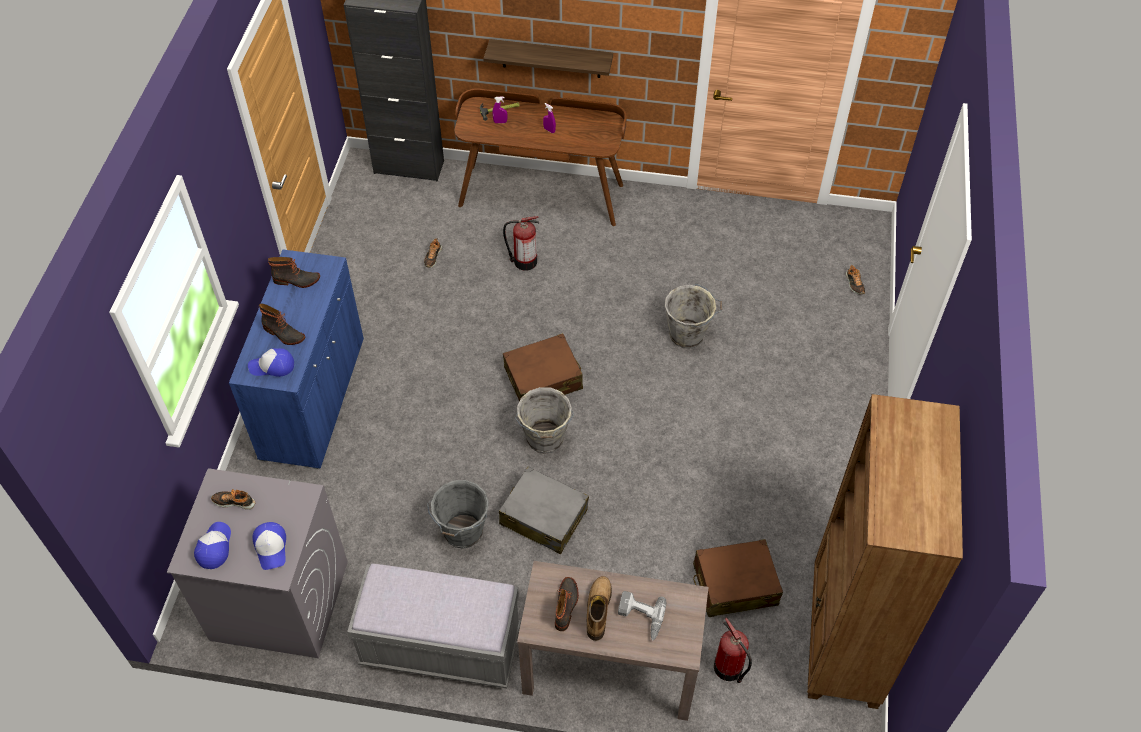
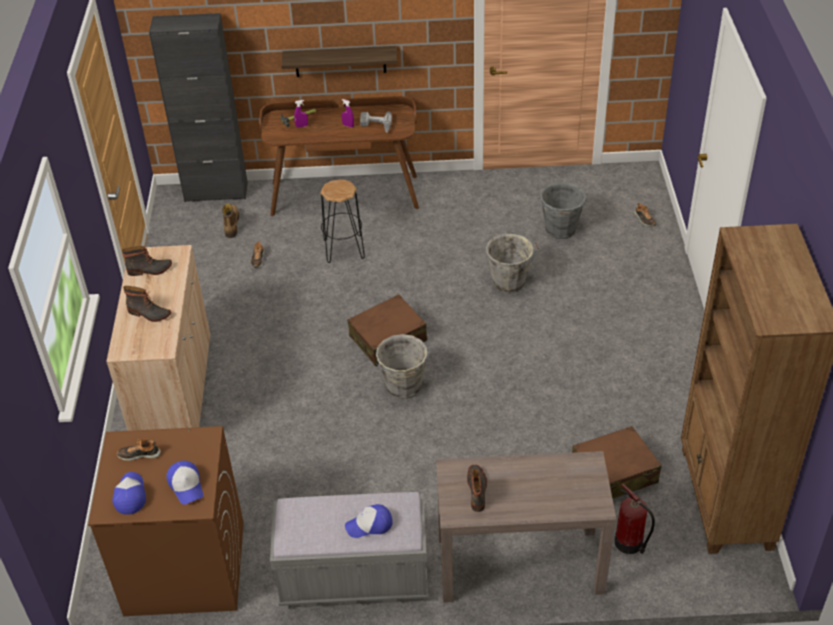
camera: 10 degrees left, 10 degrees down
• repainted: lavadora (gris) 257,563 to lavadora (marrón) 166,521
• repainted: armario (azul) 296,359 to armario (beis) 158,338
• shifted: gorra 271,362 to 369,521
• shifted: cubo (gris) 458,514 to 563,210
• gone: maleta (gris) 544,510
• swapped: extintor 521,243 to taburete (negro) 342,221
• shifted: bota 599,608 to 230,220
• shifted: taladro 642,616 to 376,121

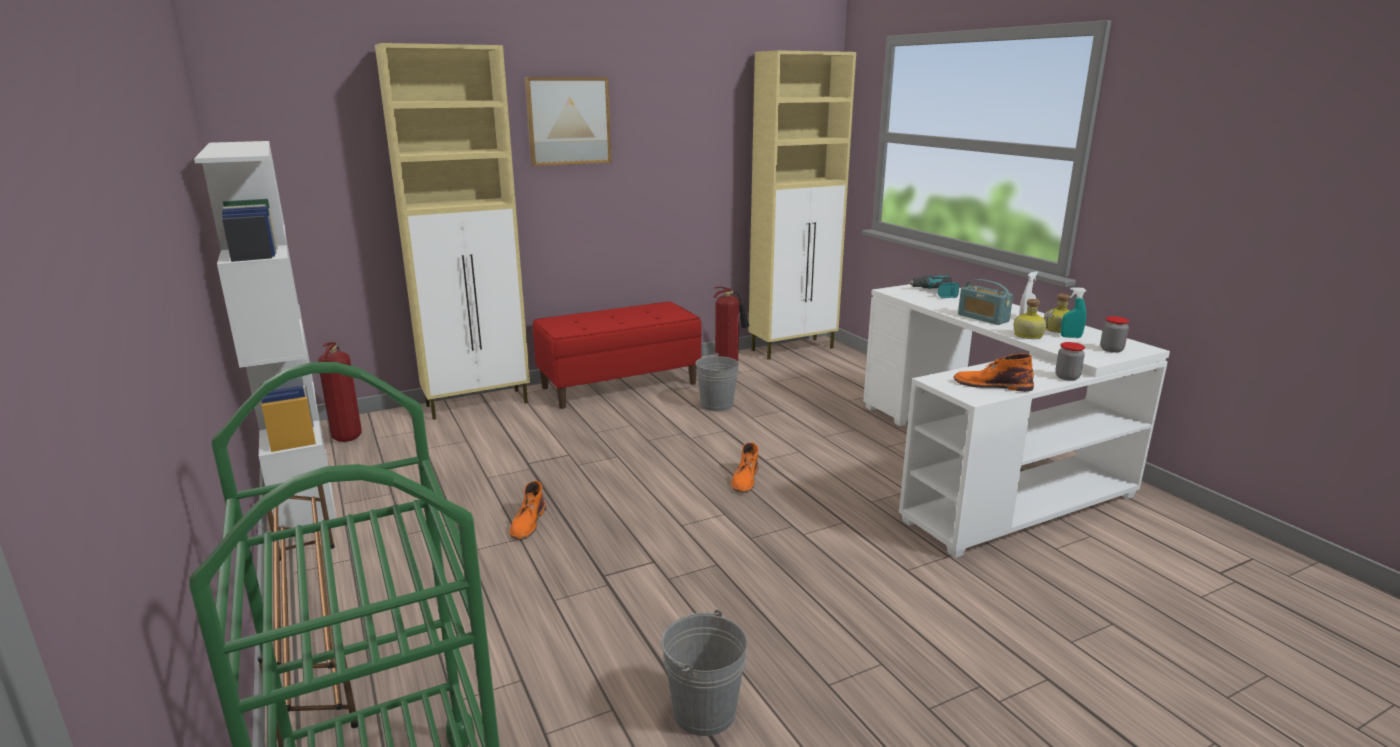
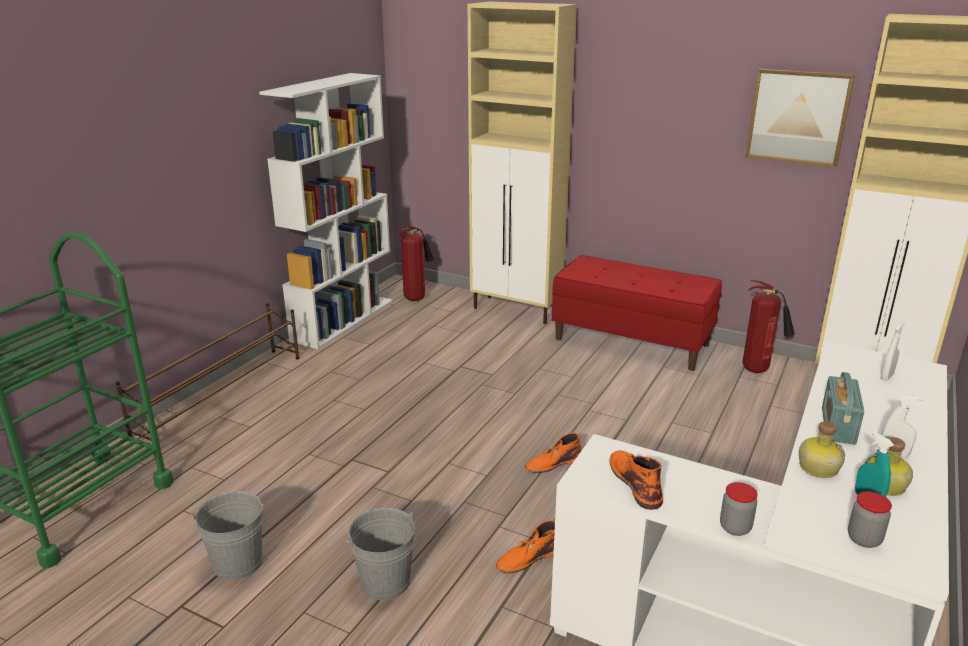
camera: 55 degrees right, 5 degrees up
• shifted: bota (naranja) 528,510 to 525,546
• shifted: cuadro 568,121 to 800,118
• shifted: cubo (gris) 717,382 to 380,554
• swapped: taladro 933,286 to pulverizador (blanco) 892,351

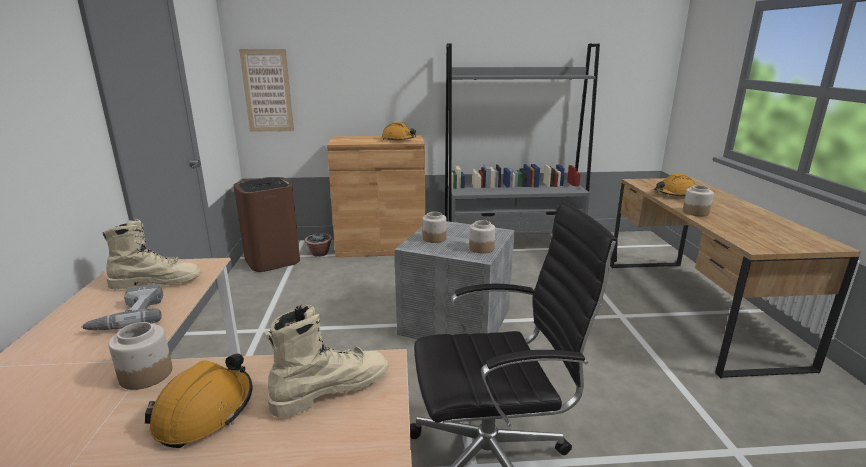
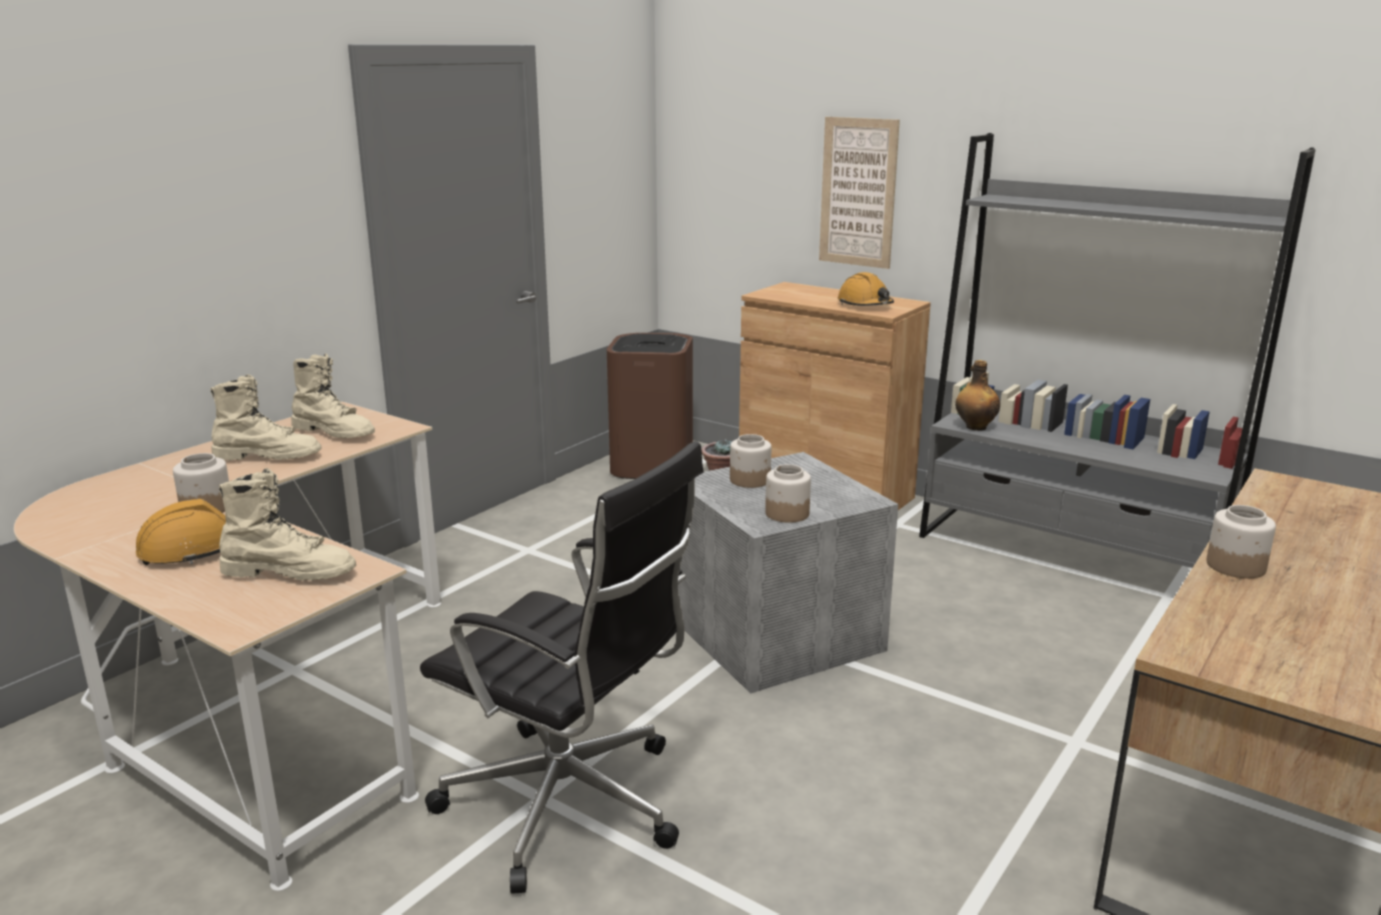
camera: 40 degrees right, 0 degrees up
• swapped: taladro 122,307 to bota (beis) 266,417
• shifted: cuadro 266,90 to 859,193
• gone: casco (naranja) 674,185
• new: botella 977,395

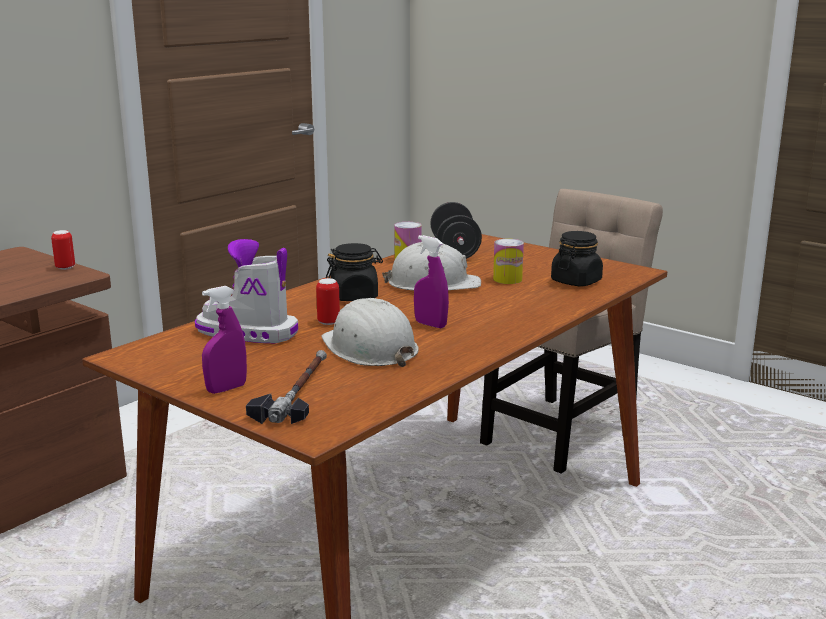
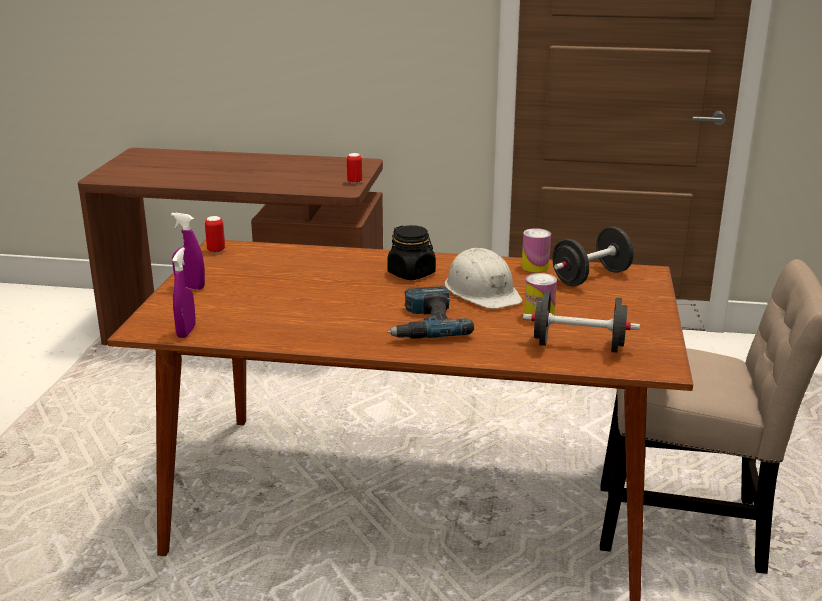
camera: 60 degrees right, 5 degrees up
• gone: bota 246,291
• gone: martillo 286,387
• shifted: lata 328,301 to 215,234
• gone: casco (blanco) 370,332
• shifted: pulverizador (morado) 431,281 to 184,292
• swapped: tarro (negro) 577,258 to mancuerna (negro) 581,322
• new: taladro 430,312

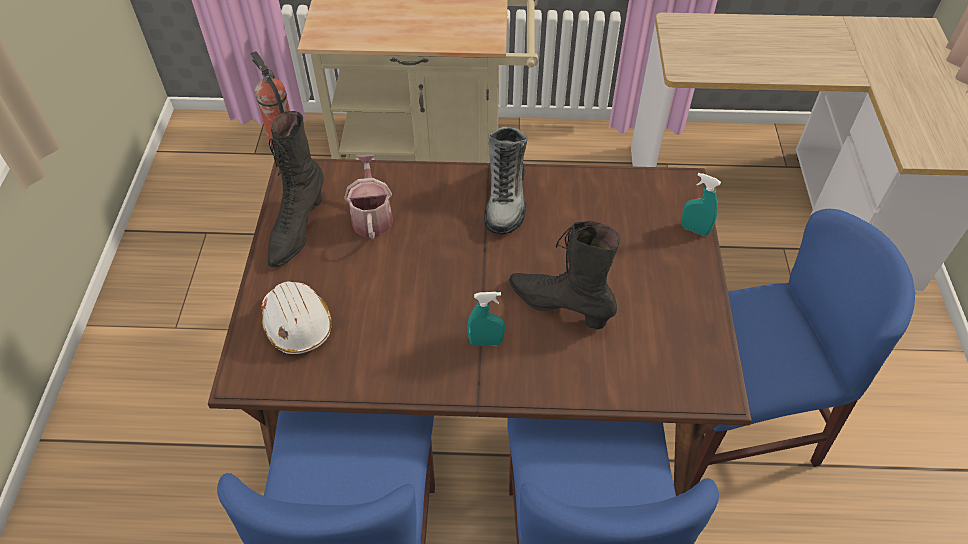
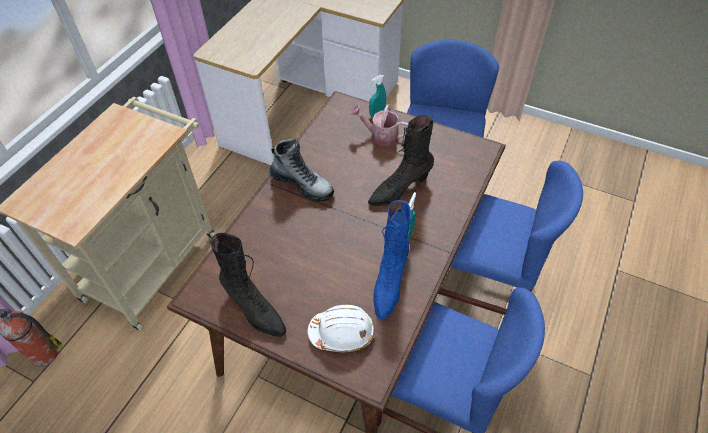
camera: 65 degrees left, 0 degrees up
• shifted: regadera 368,197 to 379,125
• new: bota (azul) 392,259

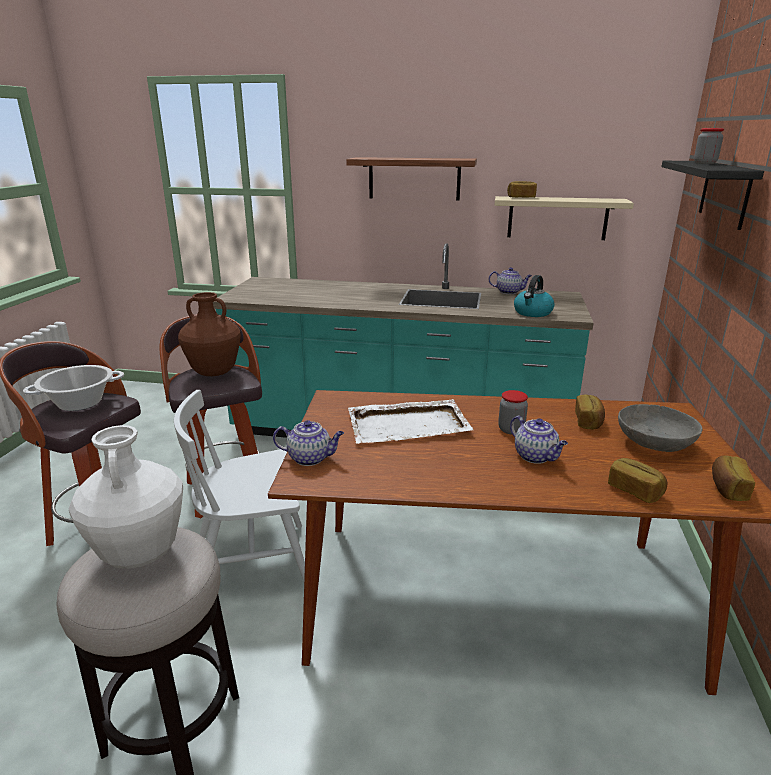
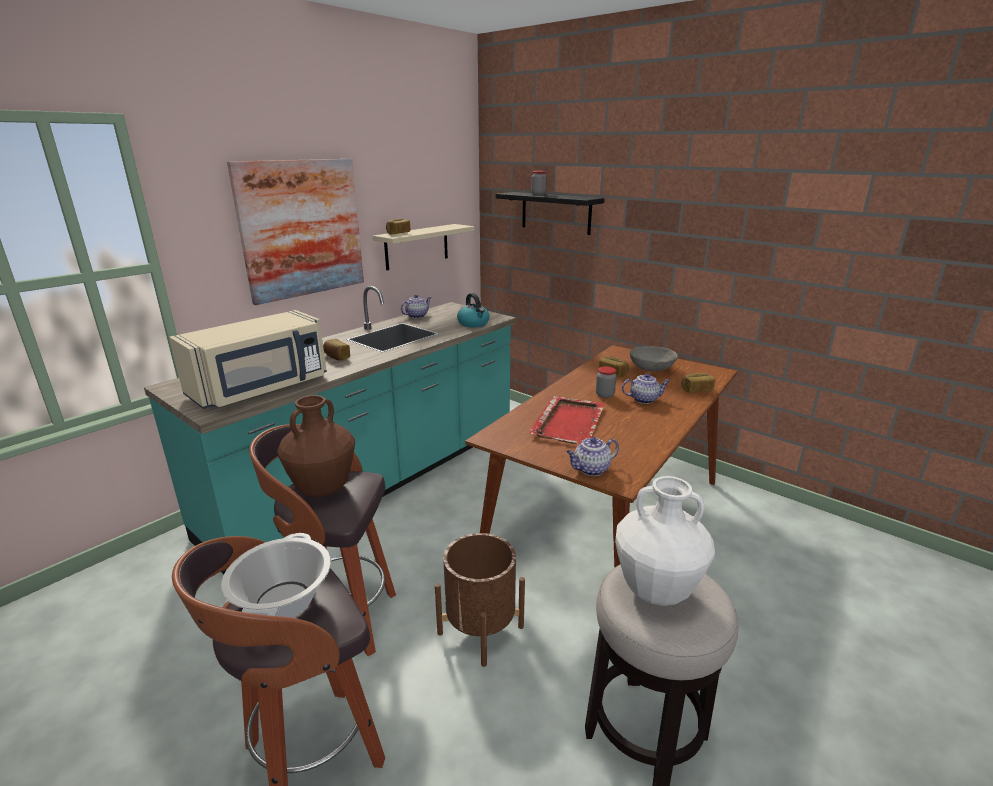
camera: 60 degrees left, 0 degrees up
• swapped: silla (blanco) 239,486 to maceta (marrón) 480,600
• rotated: tetera 308,443 = 592,456 150 degrees counterclockwise
• swapped: estante 411,178 to cuadro 295,232
• repainted: bandeja (blanco) 410,421 to bandeja (rojo) 567,419
• shifted: pan 733,478 to 336,350
• new: microondas (beis) 248,359

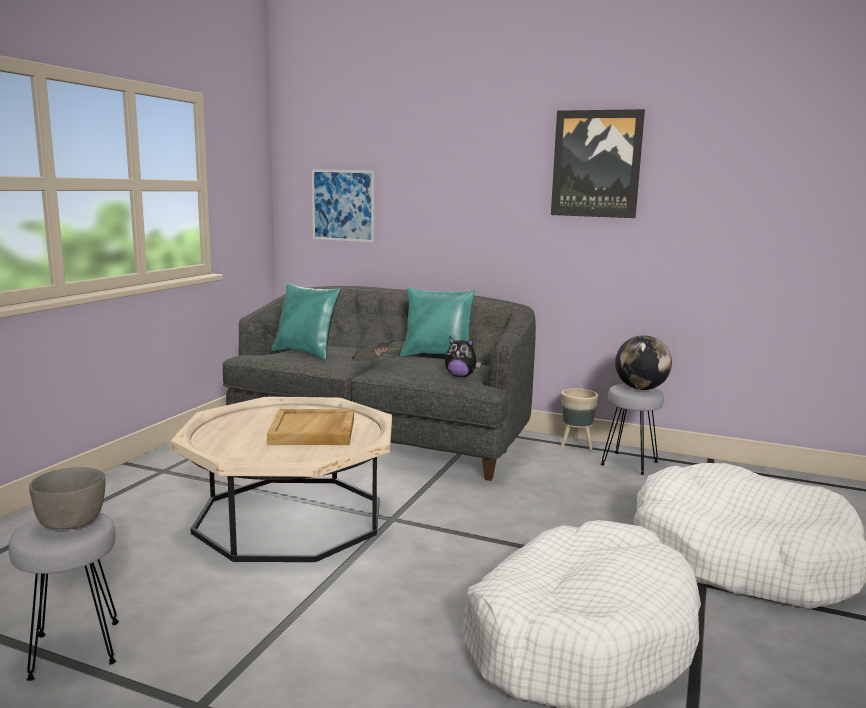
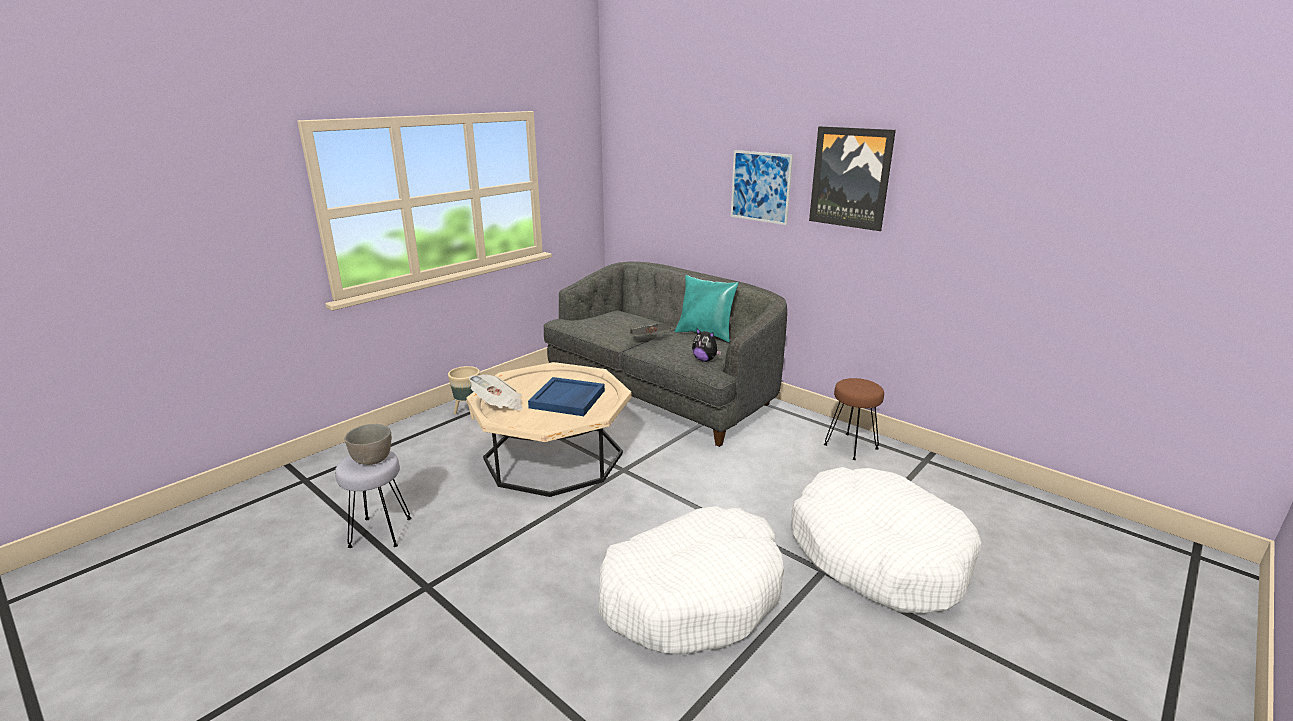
camera: 20 degrees right, 10 degrees up
• repainted: bandeja (beis) 310,427 to bandeja (azul) 566,396
• gone: cojín (turquesa) 305,321
• shifted: cuadro 343,205 to 762,187
• shifted: maceta (beis) 579,419 to 464,393
• repainted: taburete (gris) 632,429 to taburete (marrón) 854,419
• gone: globo terráqueo 643,362
• new: periódico 495,392

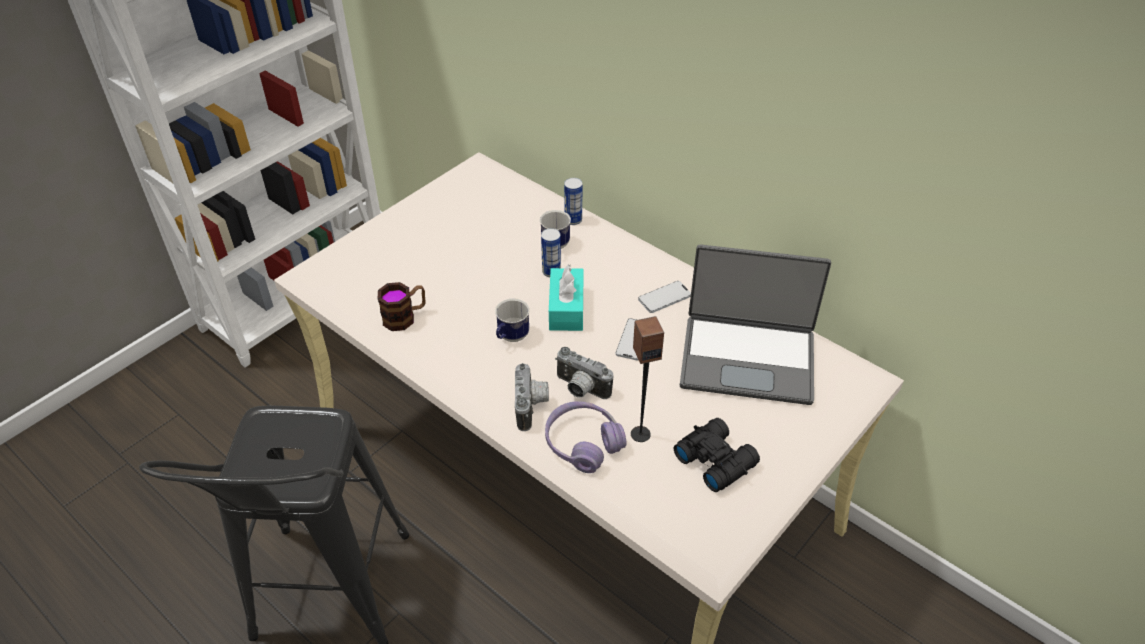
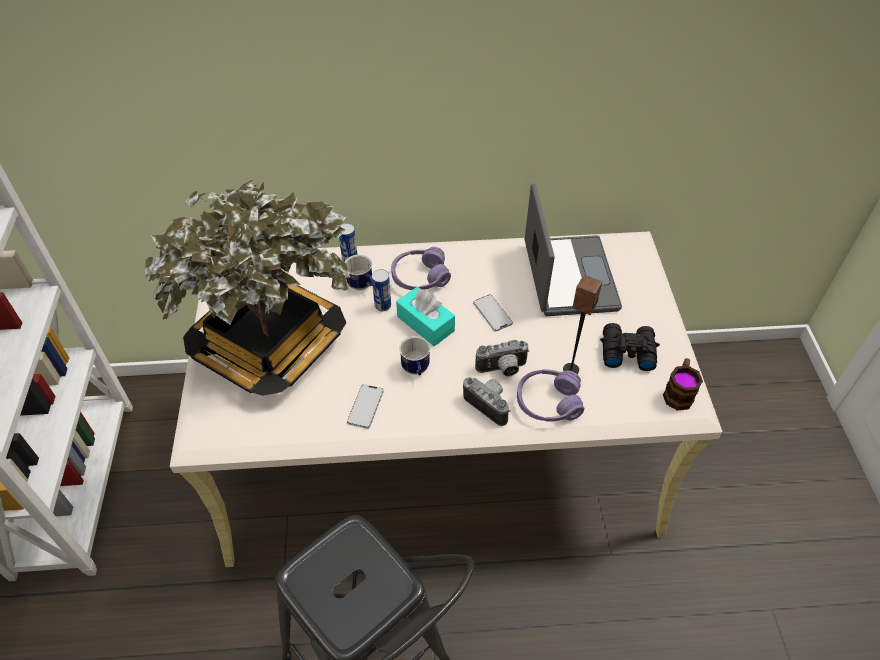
camera: 45 degrees left, 5 degrees up
• shifted: taza grande 402,306 to 683,384
• shifted: móvil 664,297 to 365,406
• rotated: portátil 755,324 = 573,250 60 degrees counterclockwise
• new: planta en maceta 247,287
• new: auriculares (morado) 421,268

